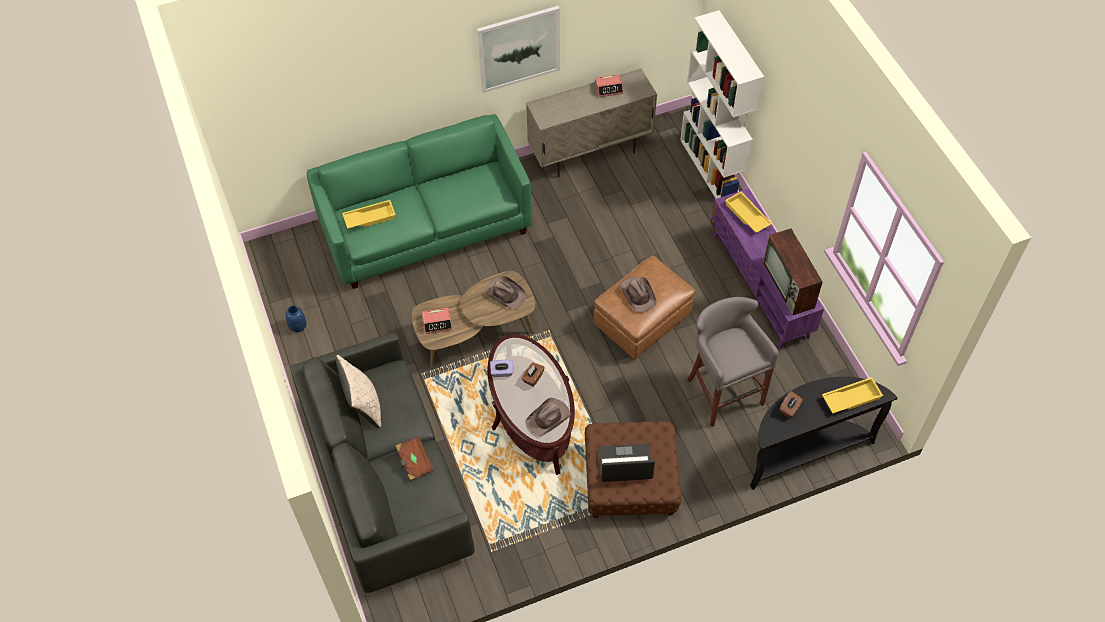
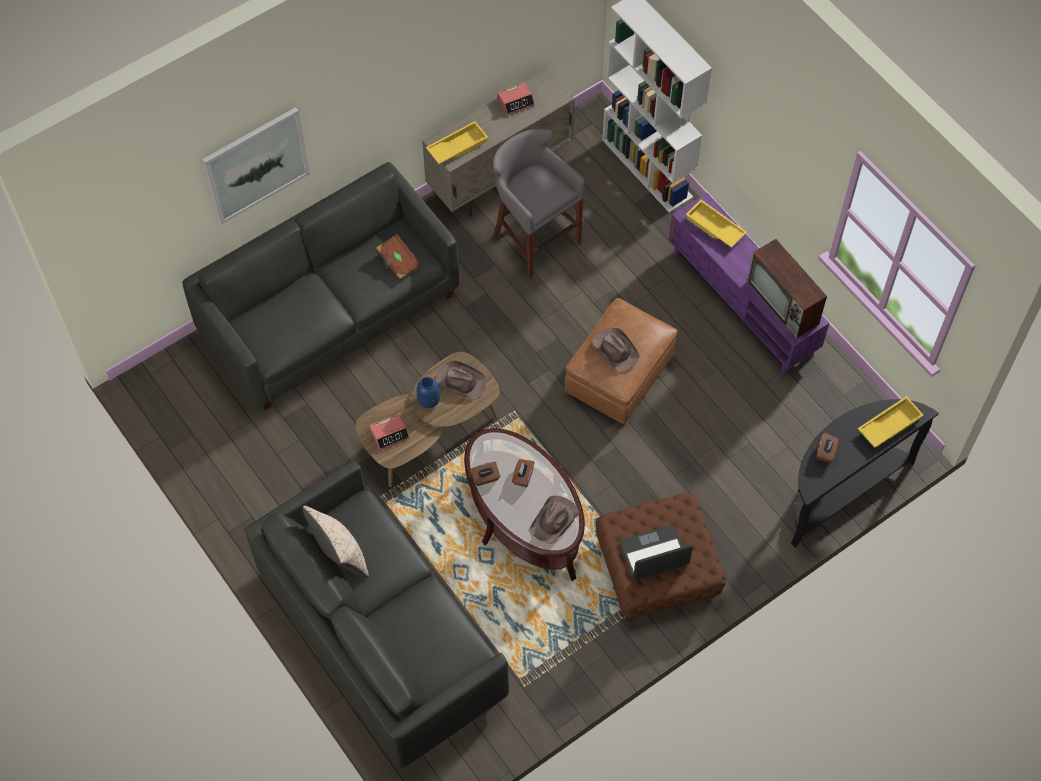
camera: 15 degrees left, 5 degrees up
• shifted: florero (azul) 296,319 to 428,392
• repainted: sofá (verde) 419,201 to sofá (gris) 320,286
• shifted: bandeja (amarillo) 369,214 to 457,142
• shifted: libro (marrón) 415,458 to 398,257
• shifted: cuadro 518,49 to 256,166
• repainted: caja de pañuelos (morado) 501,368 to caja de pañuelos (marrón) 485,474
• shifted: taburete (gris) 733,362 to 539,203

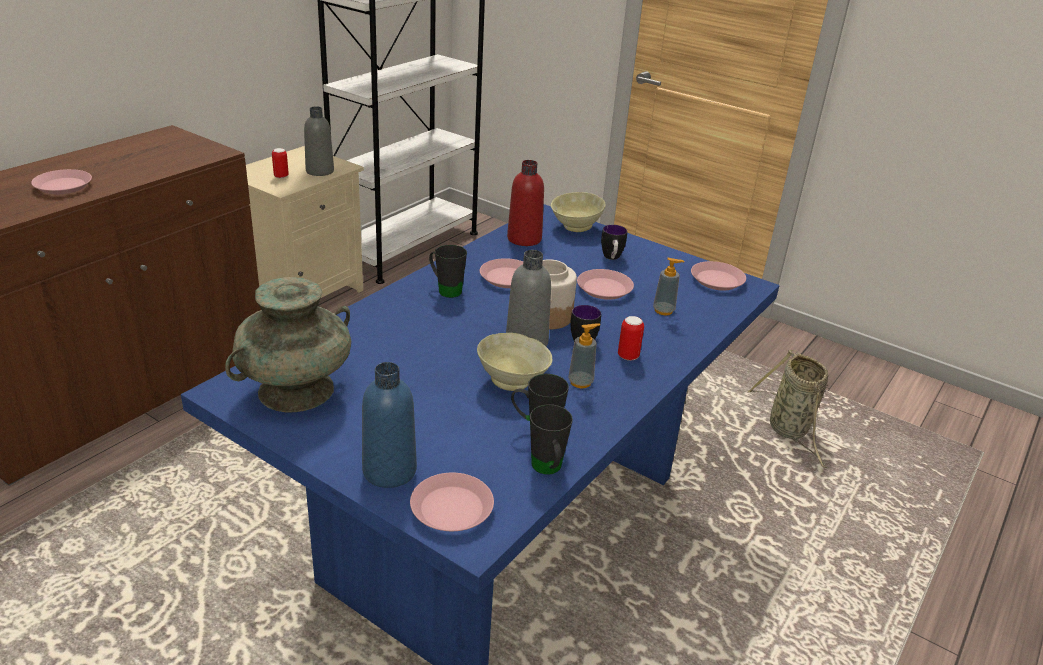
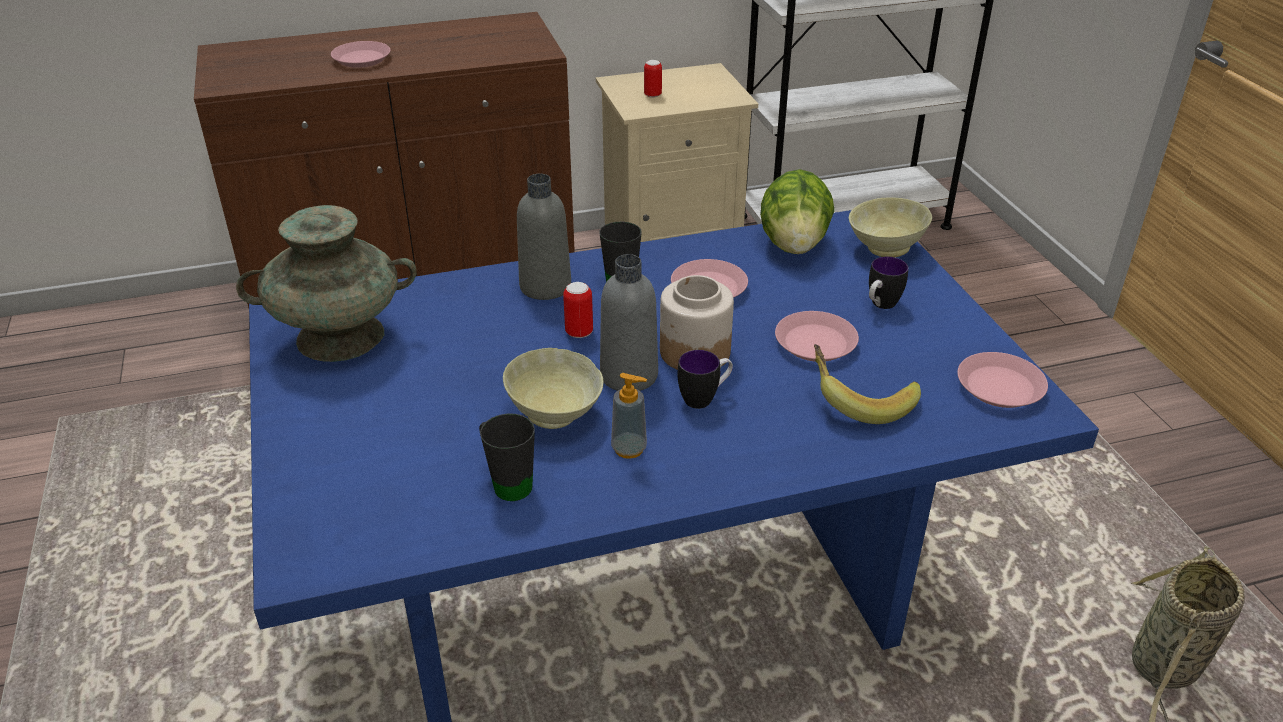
camera: 40 degrees right, 5 degrees up
• shifted: botella (gris) 319,141 to 544,237
• gone: botella (azul) 389,425
• gone: plato (rosa) 452,502
• swapped: botella (rojo) 525,203 to lechuga 797,211
• gone: taza grande (negro) 551,439
• shifted: lata 631,338 to 578,310
• swapped: dispensador de jabón 669,286 to plátano 867,384

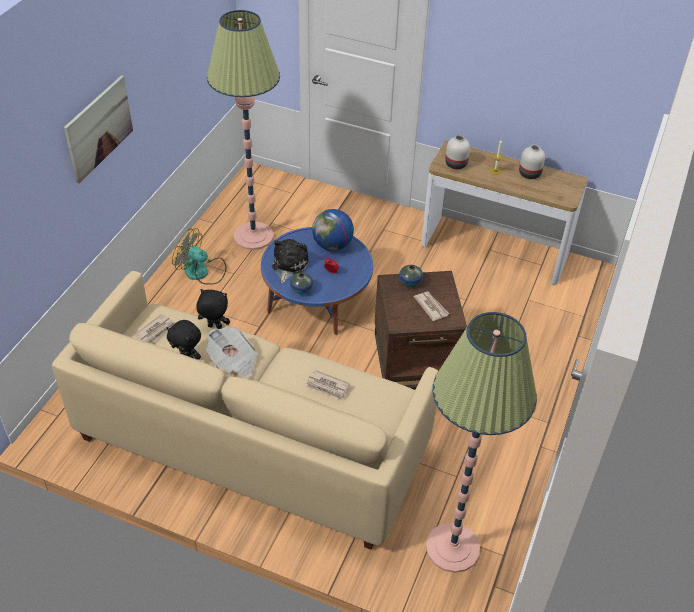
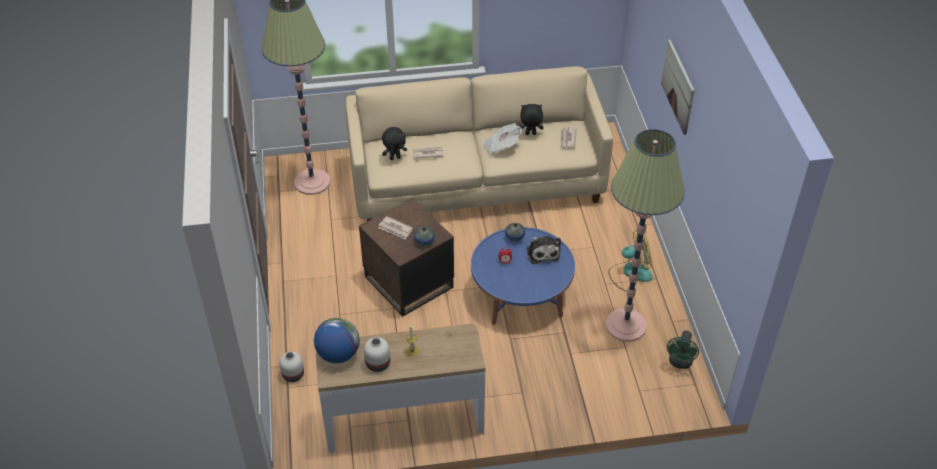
camera: 150 degrees right, 0 degrees up
• shifted: peluche (negro) 213,309 to 394,143
• shifted: globo terráqueo 333,230 to 337,340
• shifted: florero (blanco) 457,152 to 291,366
• new: ventilador (verde) 683,350

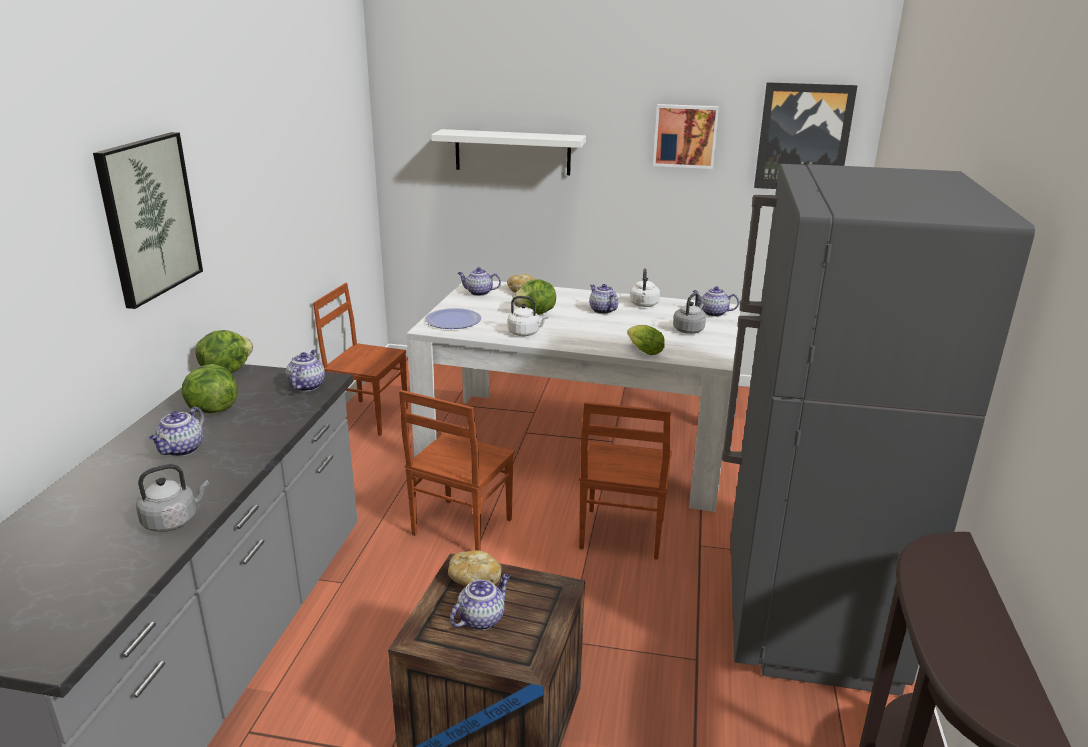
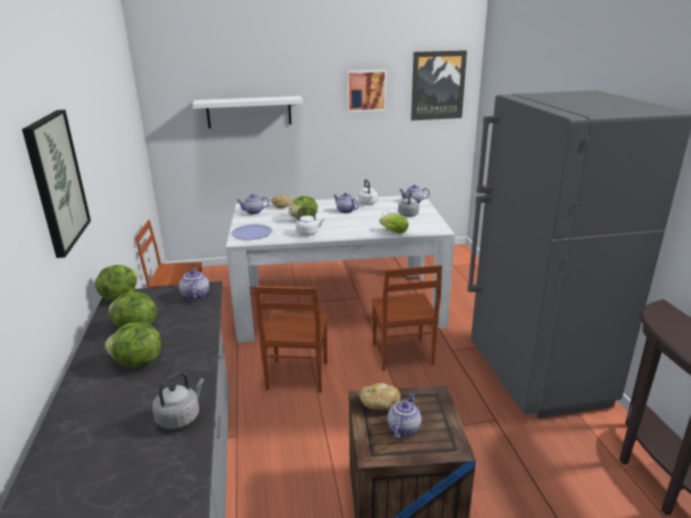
camera: 20 degrees left, 0 degrees up
• swapped: tetera 177,431 to lechuga 133,345

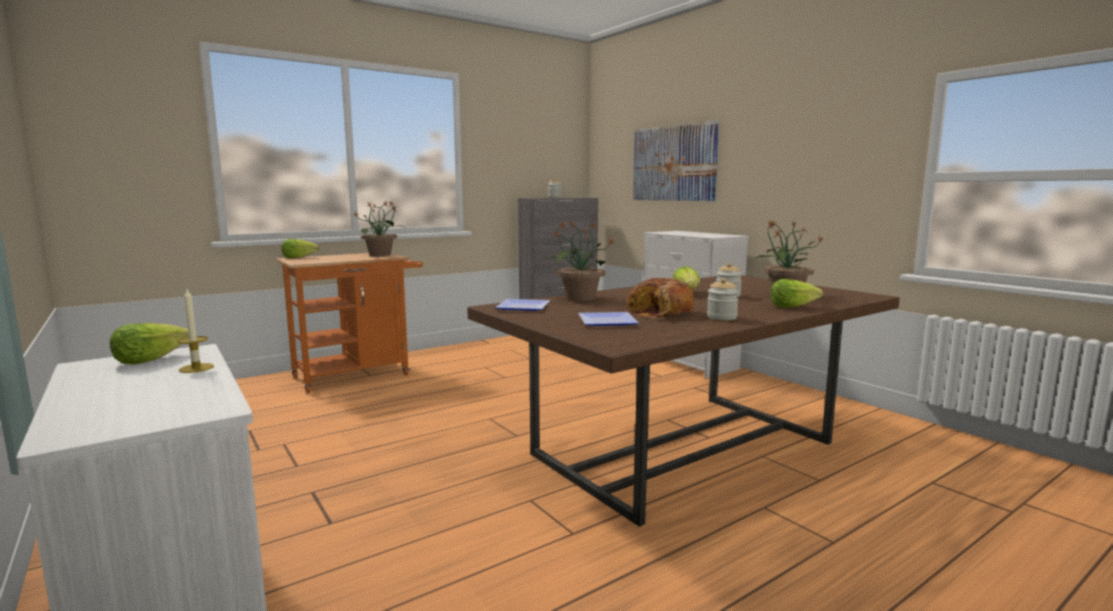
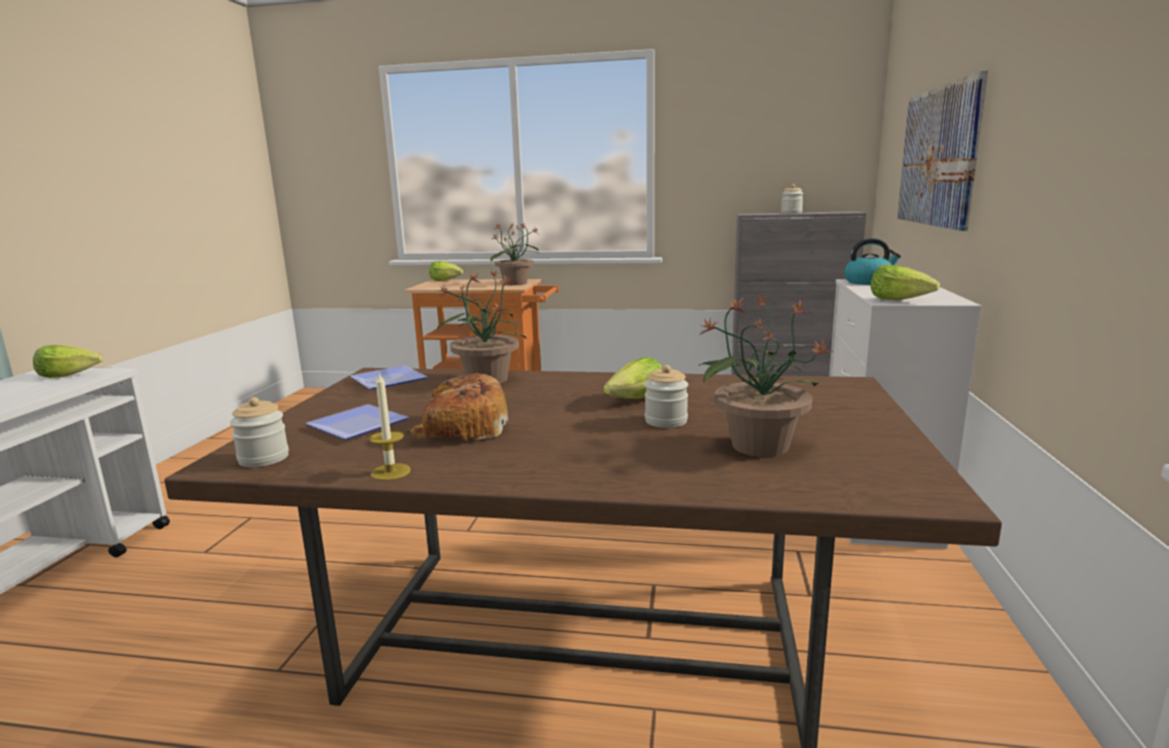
camera: 45 degrees right, 5 degrees up
• shifted: vela 196,331 to 390,427
• shifted: tarro 723,299 to 259,432
• shifted: lechuga 796,293 to 905,282
• new: hervidor 872,261

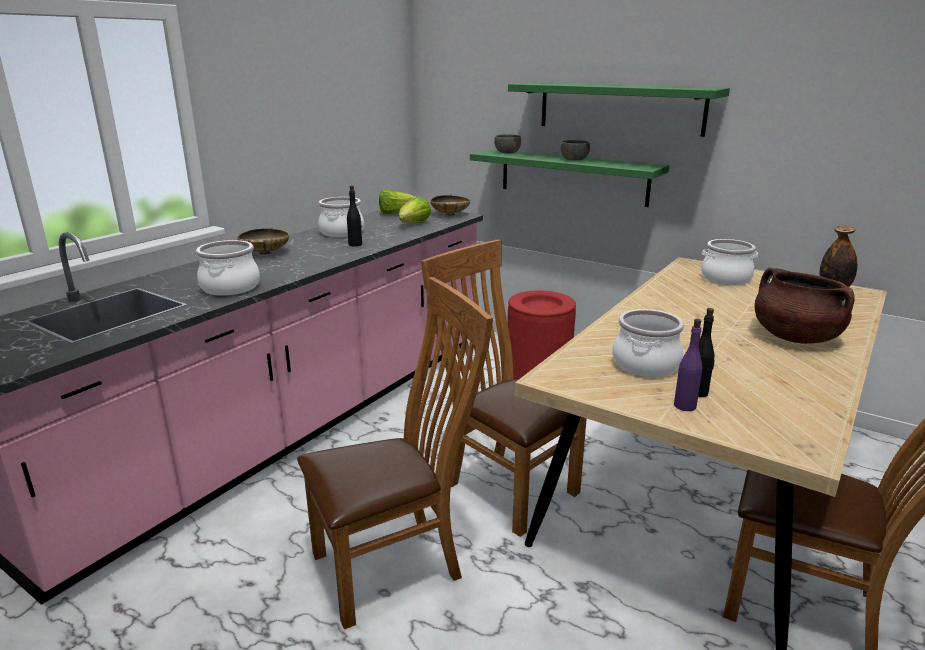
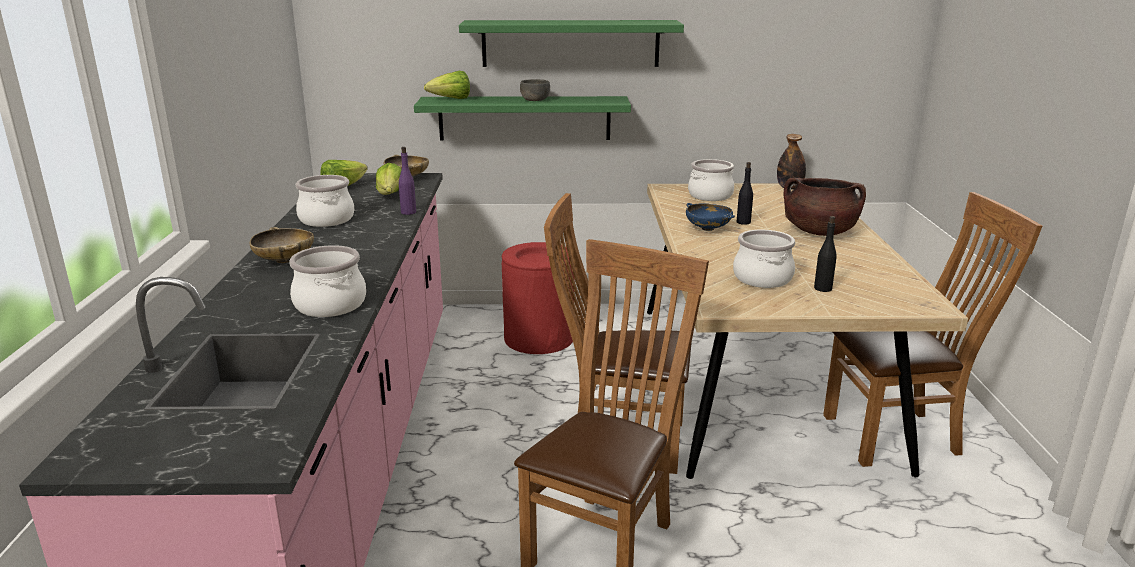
camera: 35 degrees left, 0 degrees up
• shifted: botella (negro) 354,215 to 744,193
• swapped: cuenco (gris) 507,144 to lechuga 447,85
• shifted: botella (morado) 688,365 to 407,181
• new: cuenco (azul) 710,217

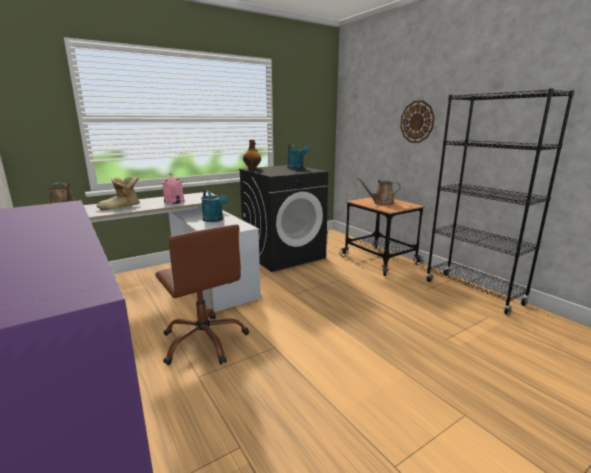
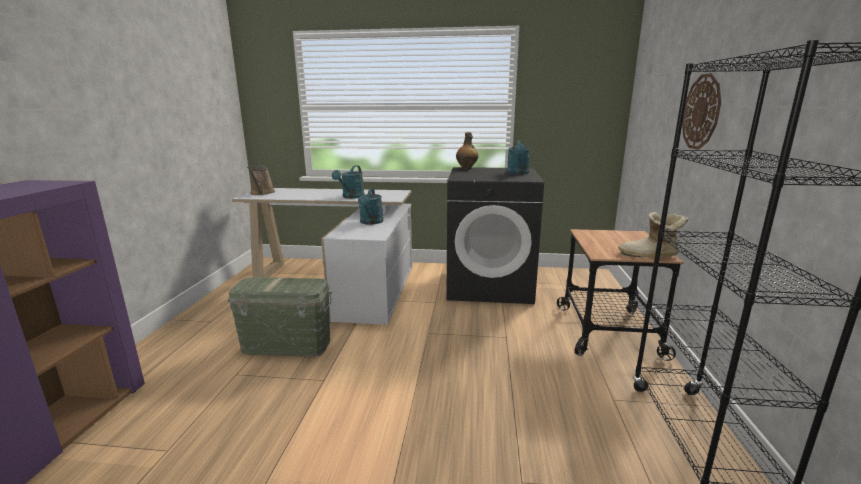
camera: 40 degrees right, 0 degrees up
• shifted: bota 118,193 to 653,234
• swapped: silla de oficina (marrón) 202,294 to caja de almacenaje (verde) 280,317
• repainted: regadera (rosa) 173,188 to regadera (turquesa) 348,182
• gone: regadera (marrón) 379,191

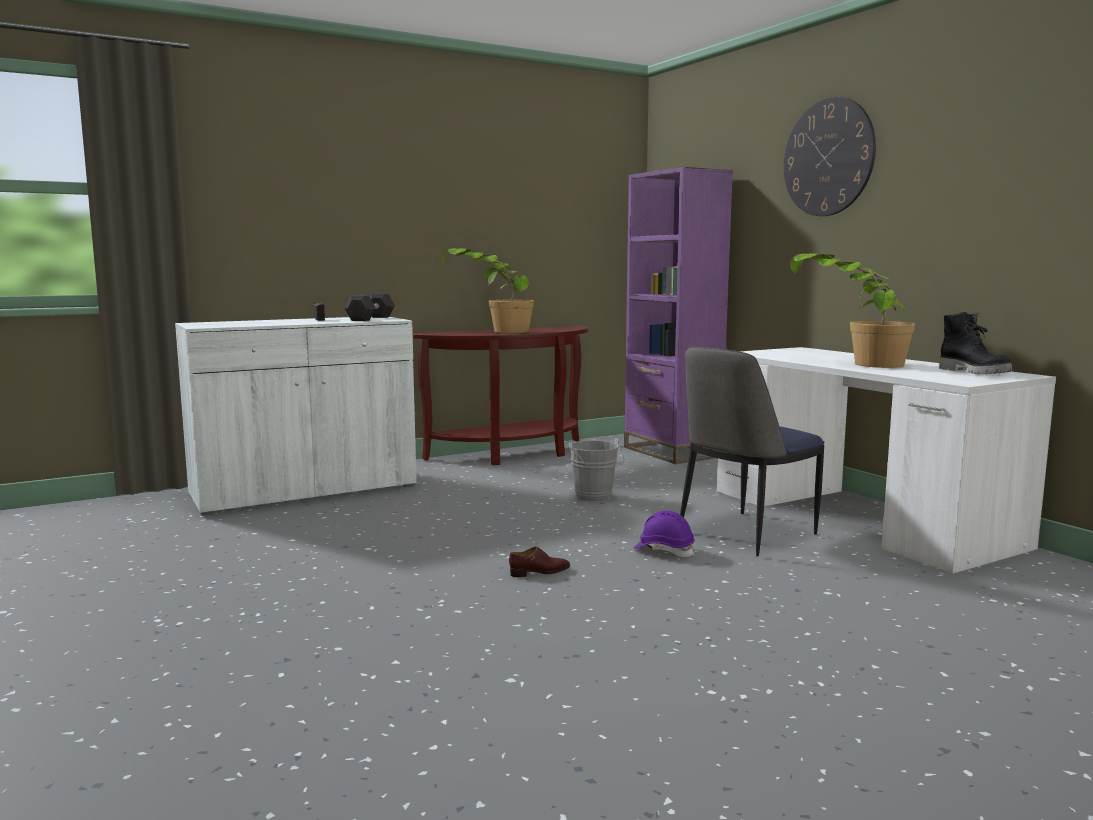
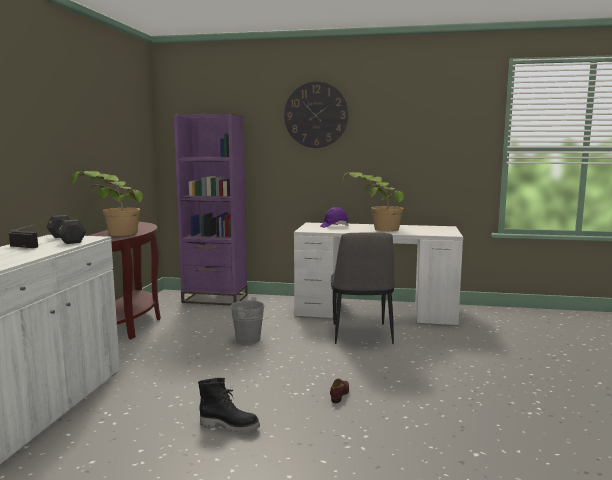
camera: 50 degrees left, 0 degrees up
• shifted: casco (morado) 664,534 to 334,217
• shifted: bota (negro) 975,343 to 229,405

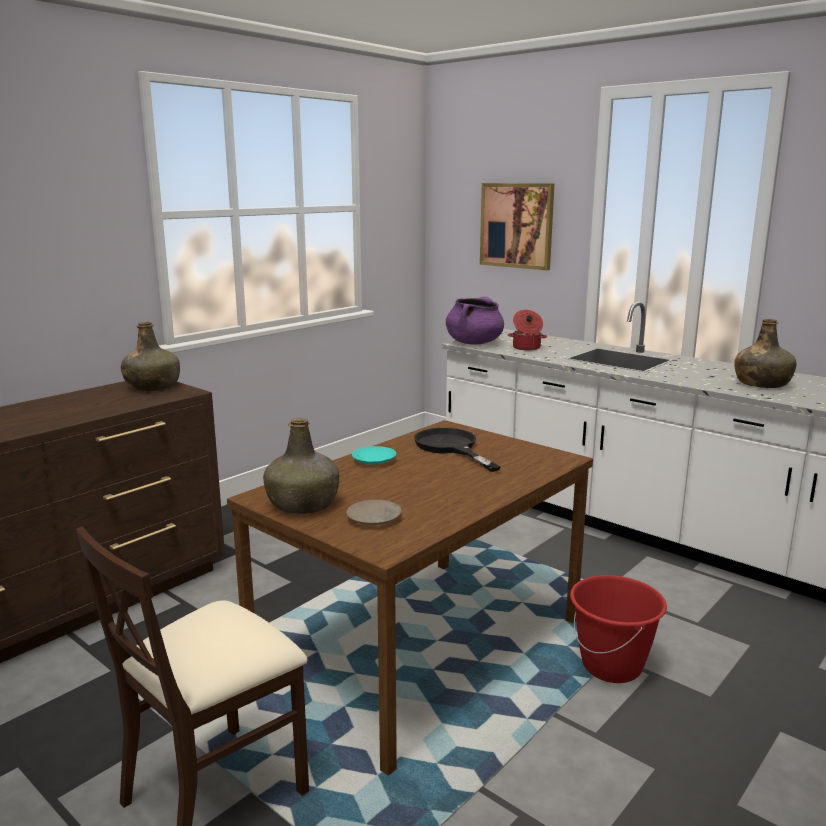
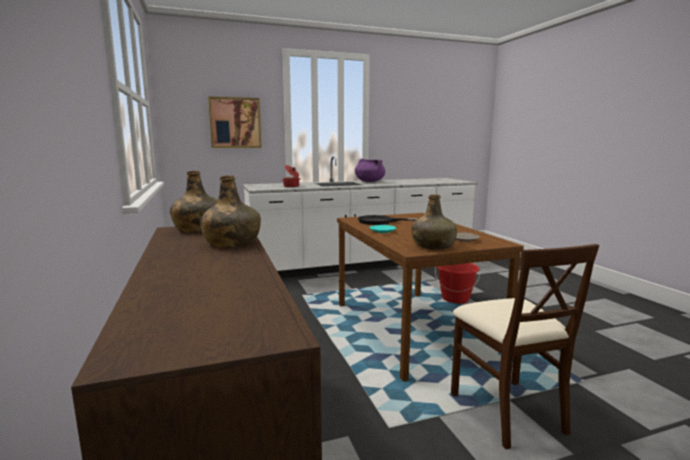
camera: 60 degrees left, 5 degrees down
• shifted: olla (morado) 475,321 to 370,170
• shifted: botella (verde) 765,353 to 230,211

